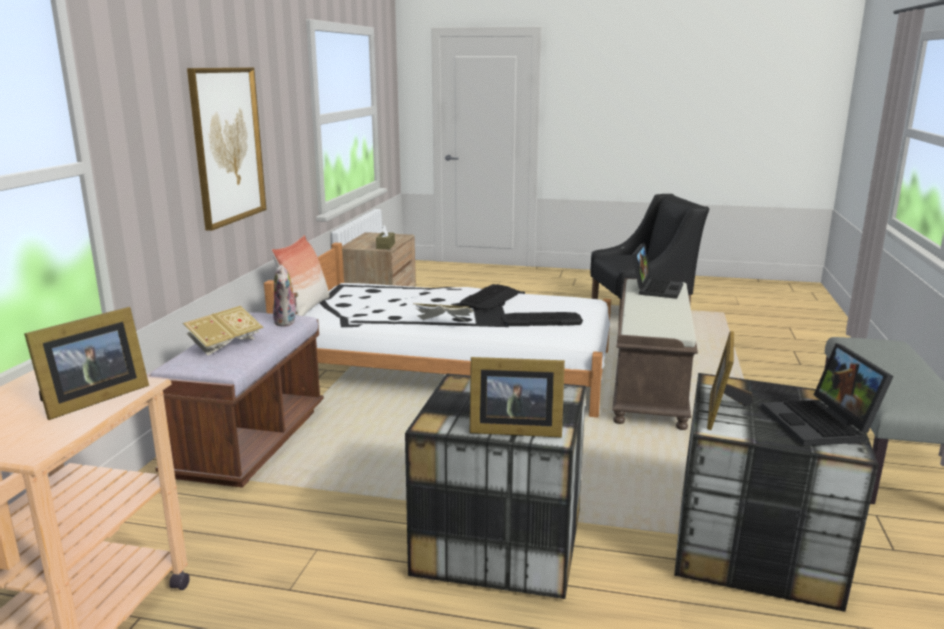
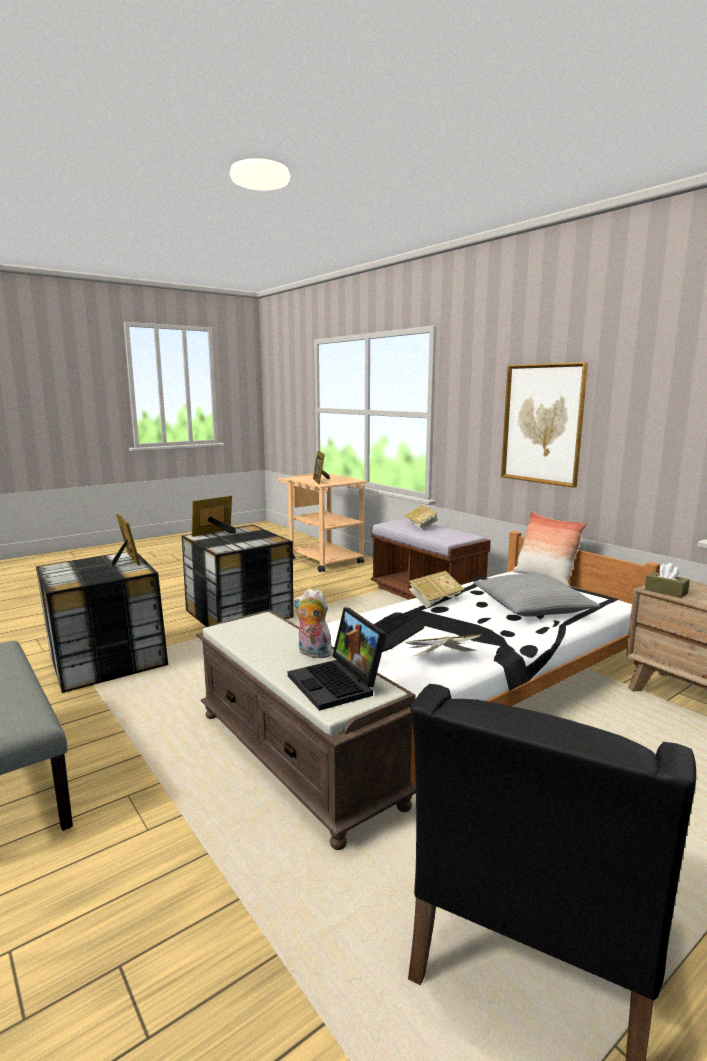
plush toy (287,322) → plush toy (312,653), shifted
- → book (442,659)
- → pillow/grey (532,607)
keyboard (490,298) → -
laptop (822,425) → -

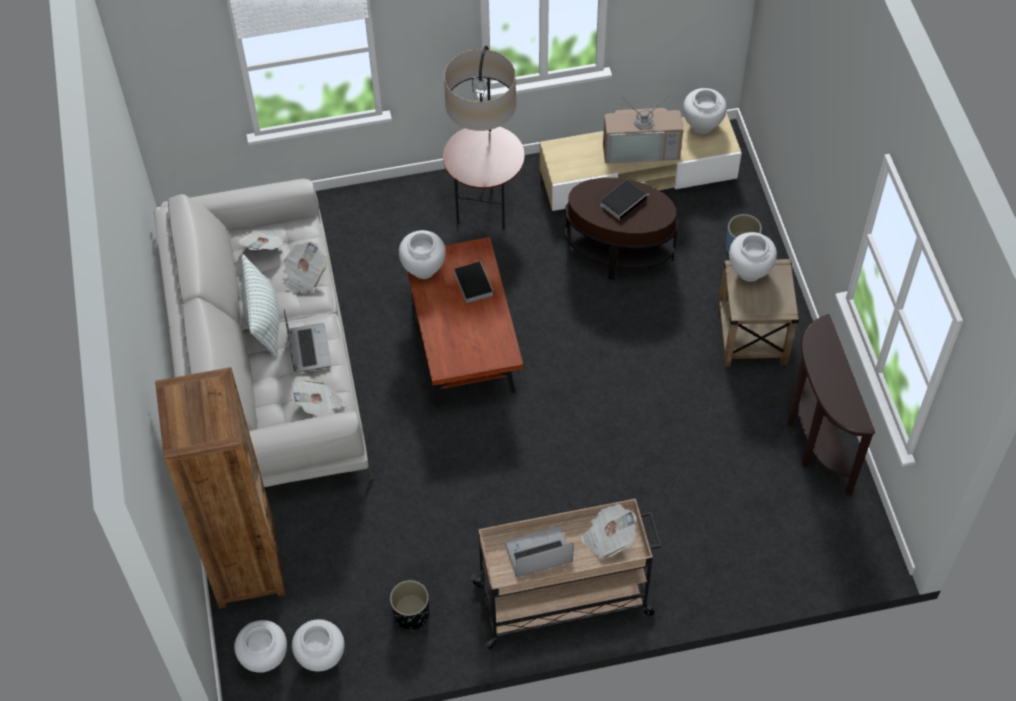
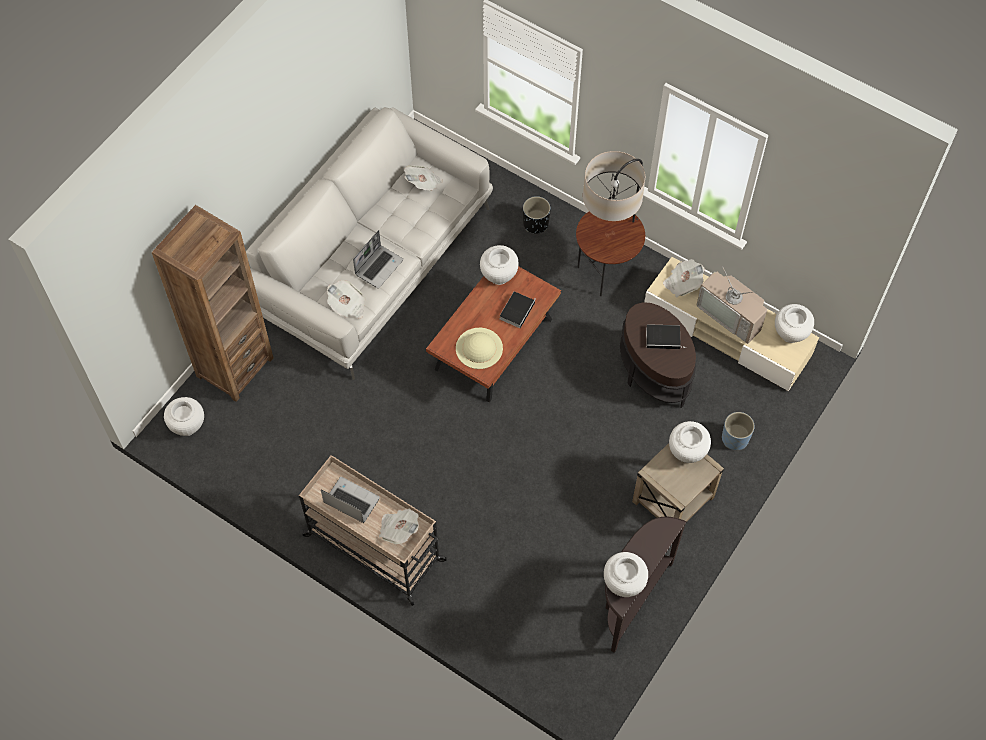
- → hat/beige (479,348)
planter/black (411,614) → planter/black (536,223), shifted
vase/white (321,657) → vase/white (623,584), shifted
newspaper (304,276) → newspaper (682,283), shifted
pillow (263,319) → -

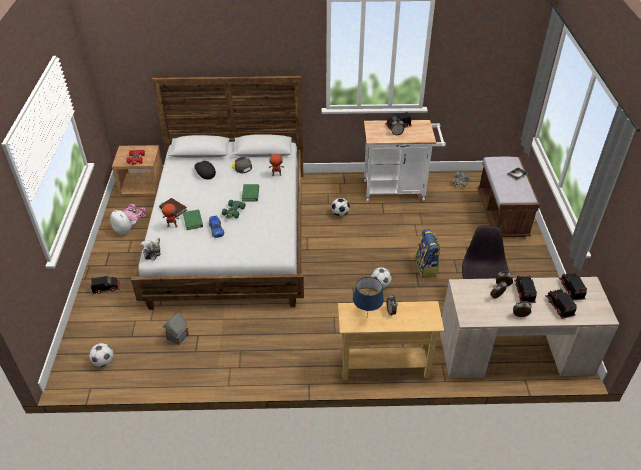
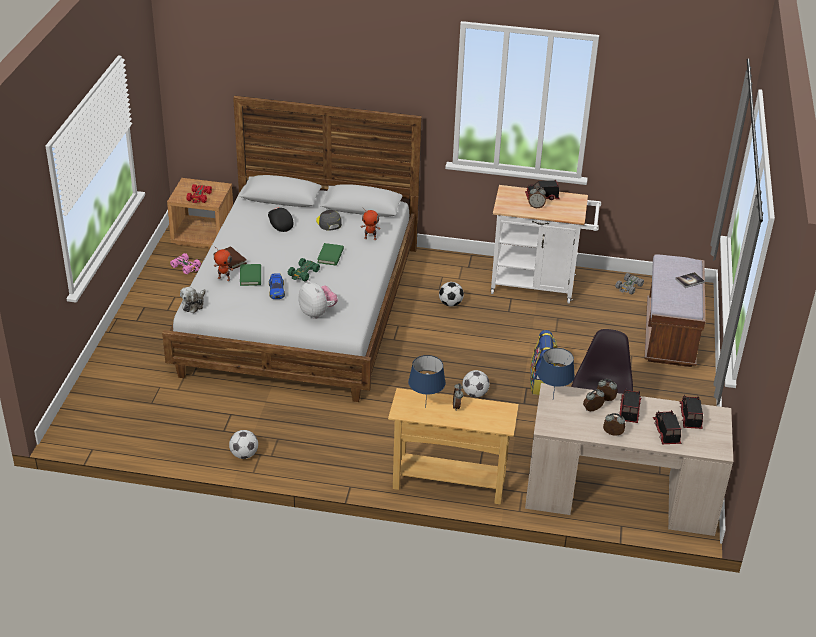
football (103,362) → football (244,454), shifted
plush toy (126,230) → plush toy (317,313), shifted
- → table lamp/blue (553,400)
toy truck (106,288) → -
toy house (177,338) → -

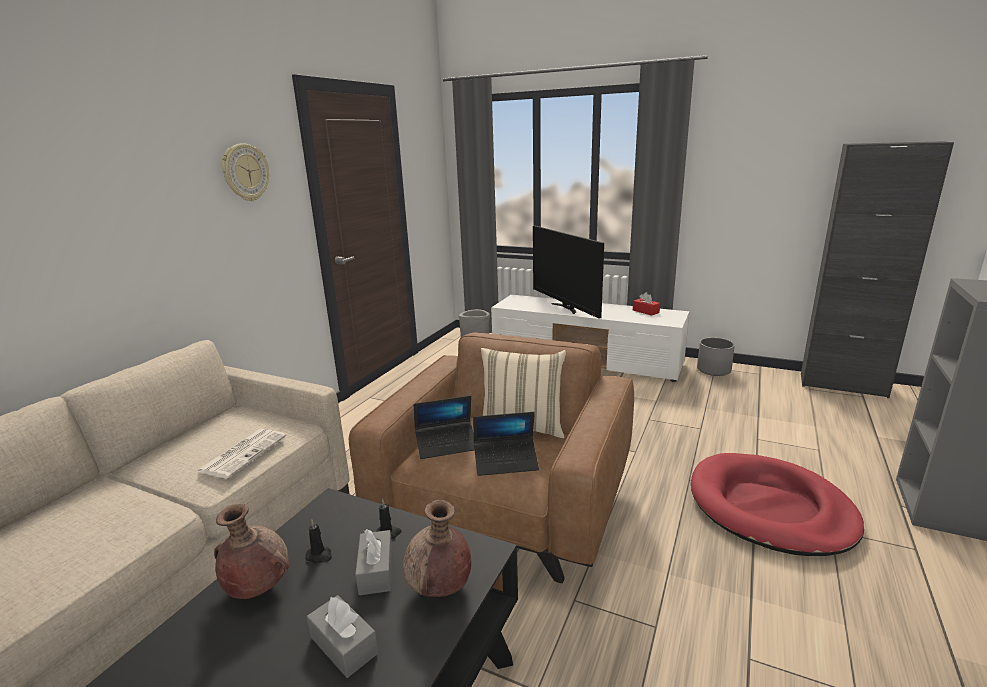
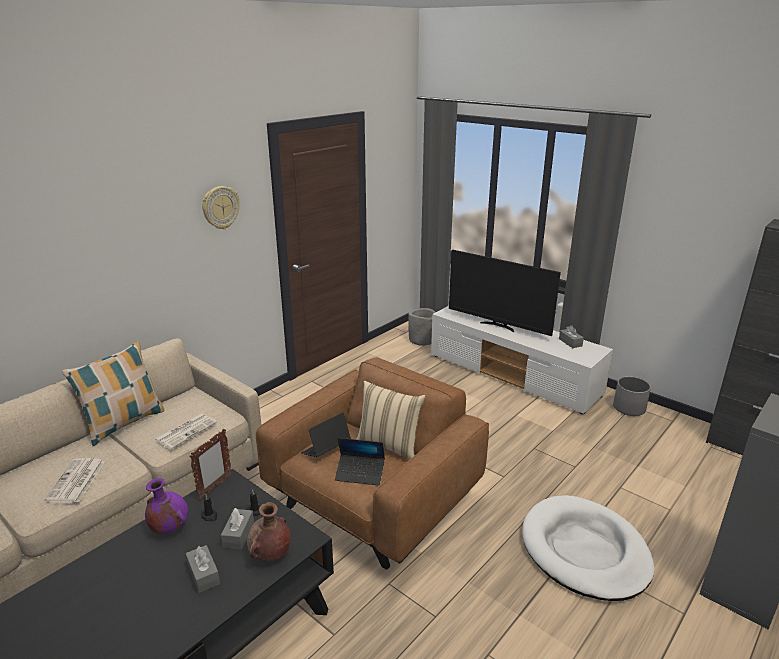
- → newspaper (76,481)
- → pillow (124,423)
vase/brown (257,587) → vase/purple (169,528)
- → picture frame (215,488)
laptop (446,445) → laptop (326,450), 135 degrees clockwise
television (566,308) → television (498,326), 45 degrees counterclockwise
dog bed/red (769,508) → dog bed/white (584,551)
tissue box/red (645,311) → tissue box/grey (570,342)

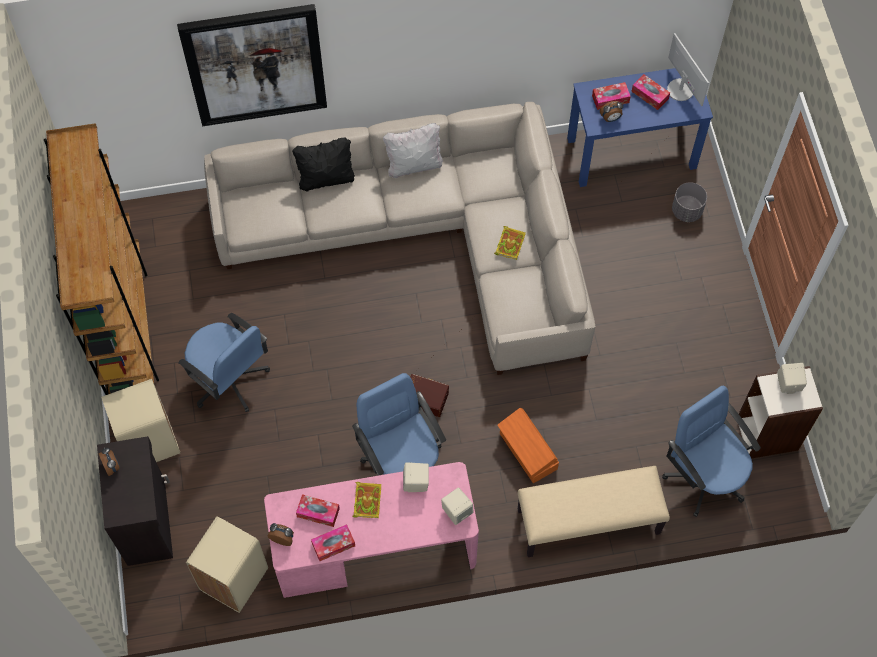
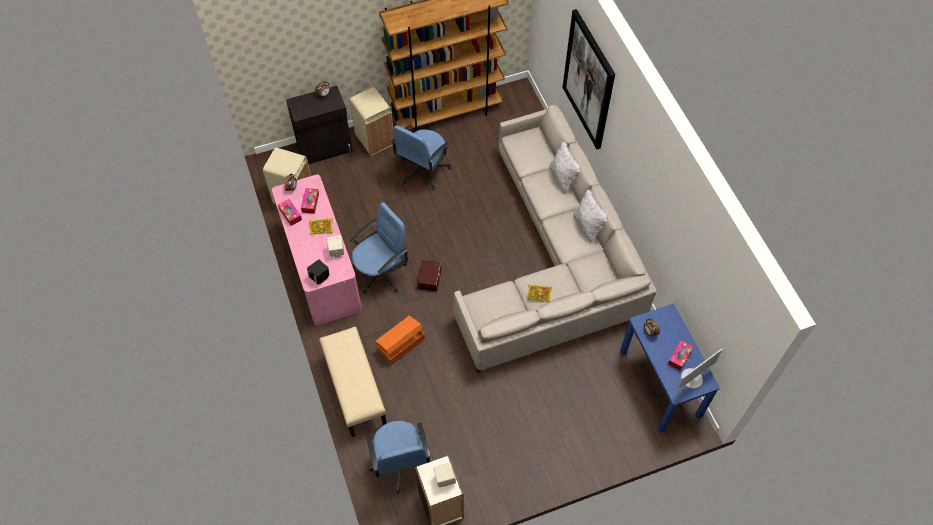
speaker/beige (457,511) → speaker/black (320,277)
office chair/blue (704,476) → office chair/blue (400,463), 120 degrees clockwise
pillow/black (326,179) → pillow/white (562,178)
tissue box (610,99) → -
planter/grey (687,211) → -

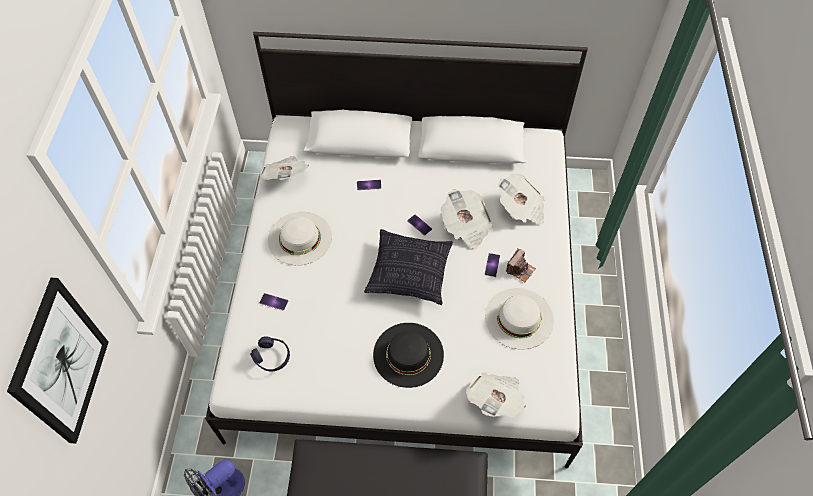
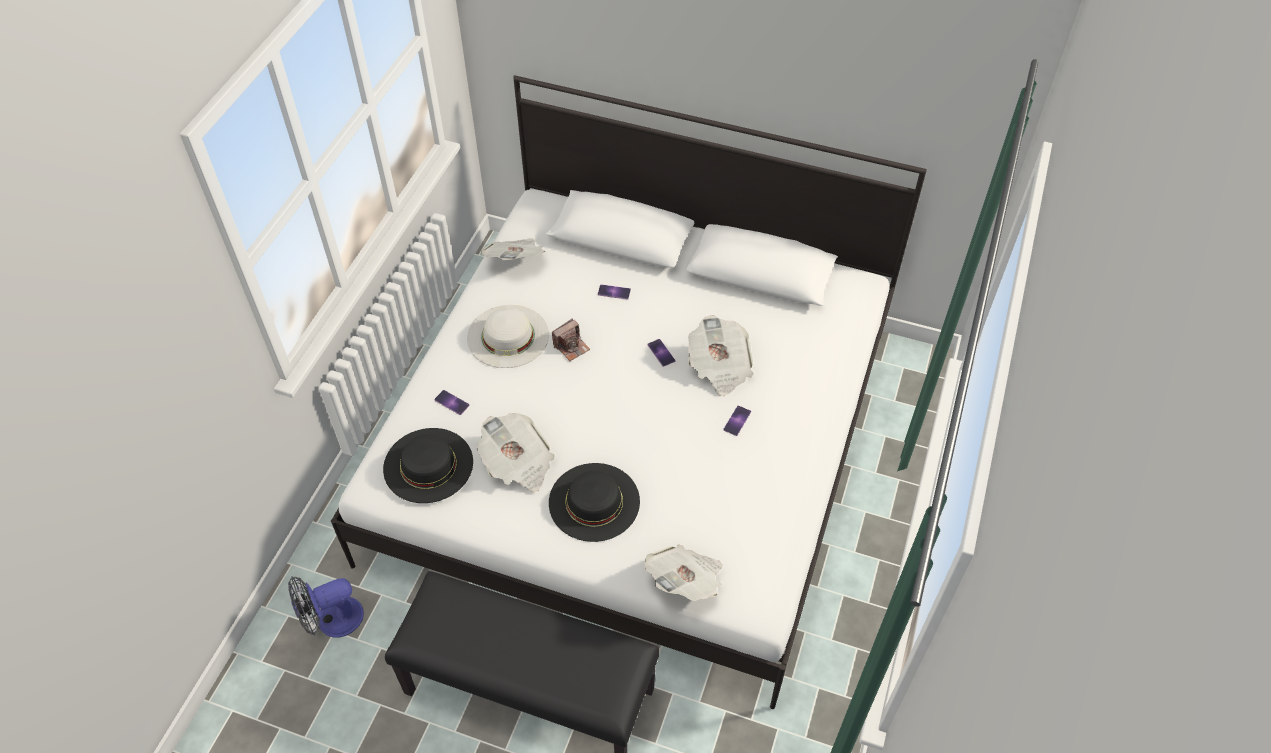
headphones/purple (272,357) → hat/black (428,465)
newspaper (521,208) → newspaper (518,464), shifted
photo camera (520,269) → photo camera (571,347), shifted
picture (60,363) → -
pillow (410,273) → -
hat/white (519,318) → -

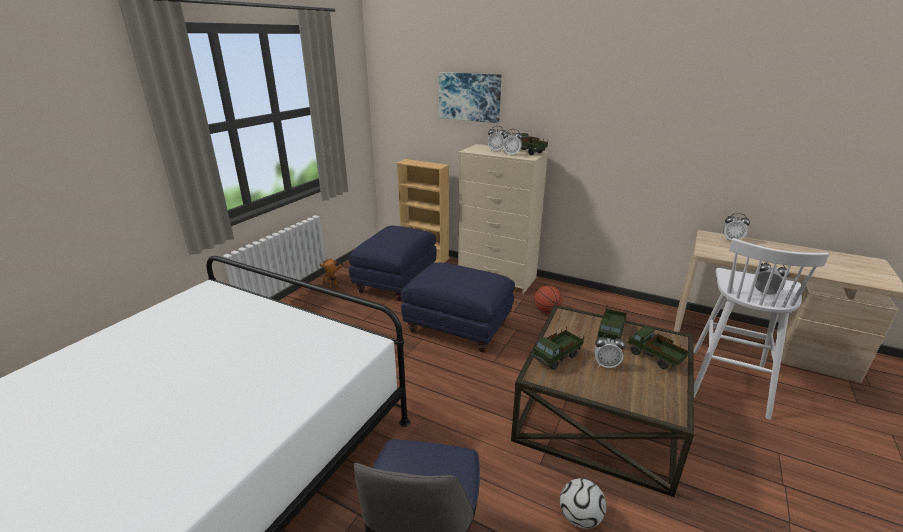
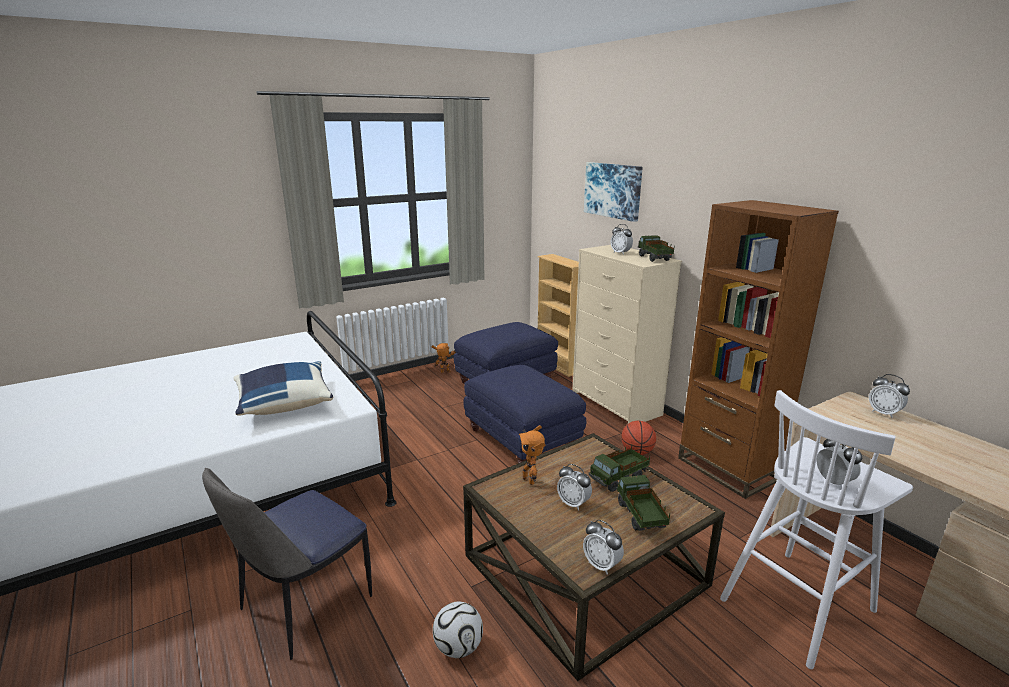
- → pillow/blue (284,404)
toy truck (557,357) → toy robot (530,480)
alarm clock (511,155) → alarm clock (601,565), shifted
- → bookcase/brown (728,469)

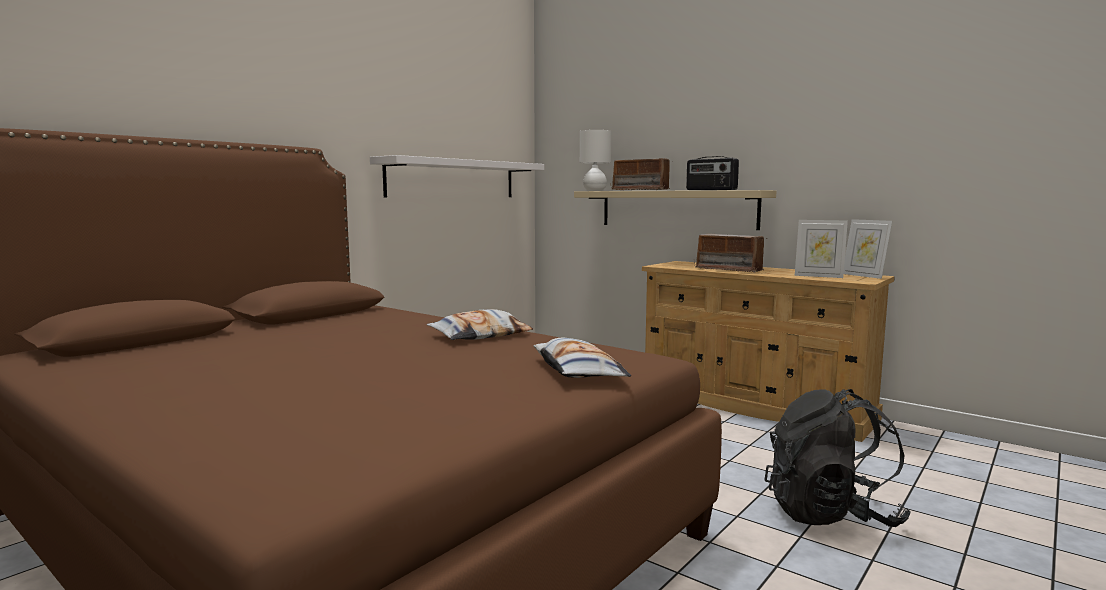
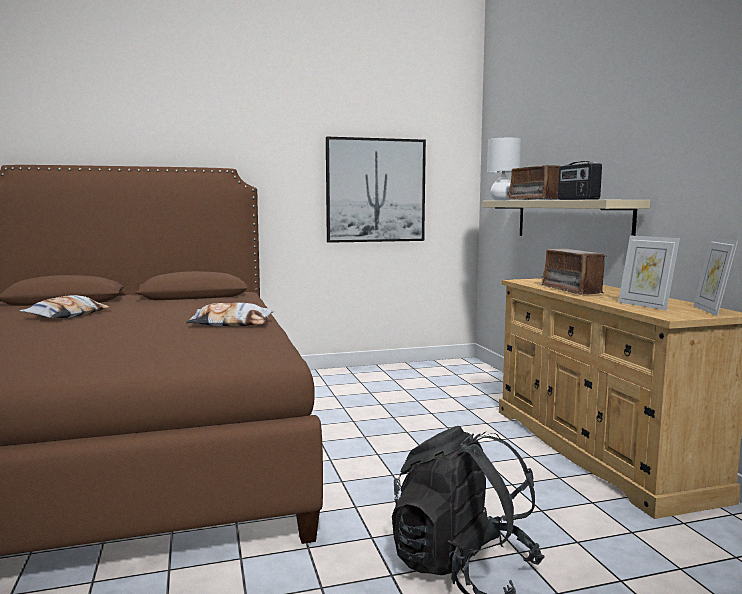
pillow (577,370) → pillow (67,315), shifted
shelf/white (453,179) → picture (375,190)

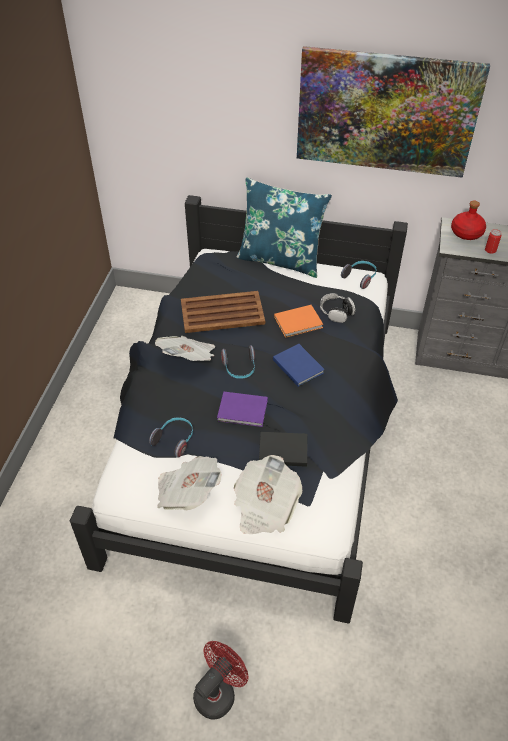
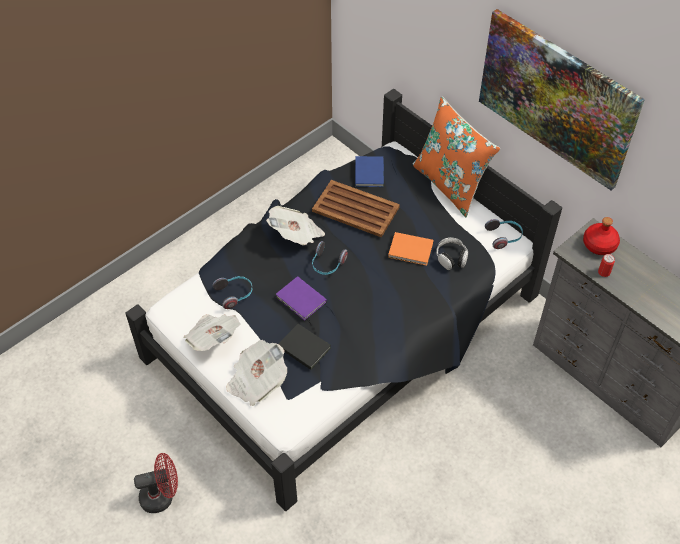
book/blue (298,365) → book/blue (370,172), shifted
pillow/blue (280,259) → pillow/orange (450,184)

